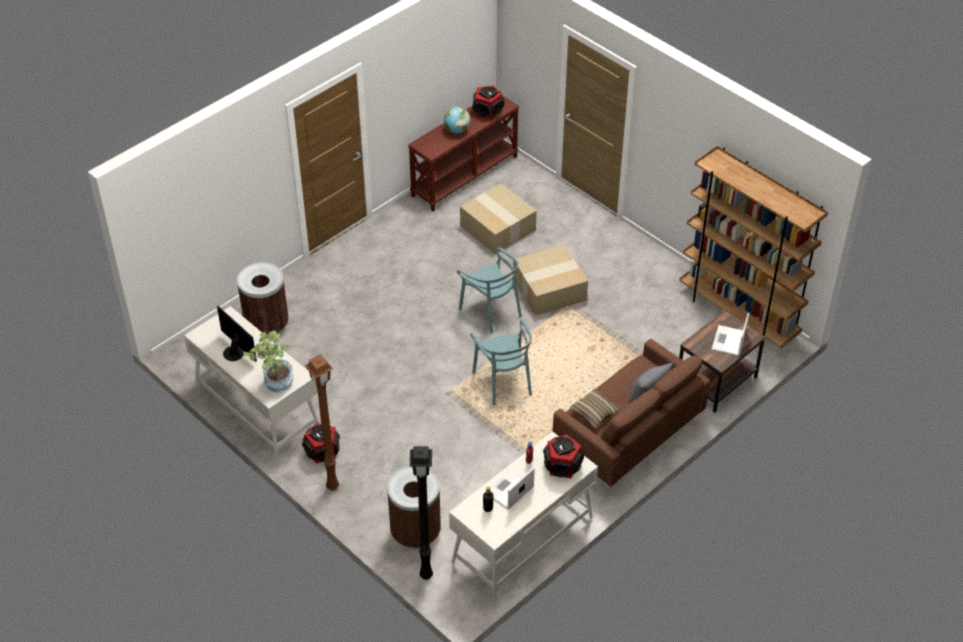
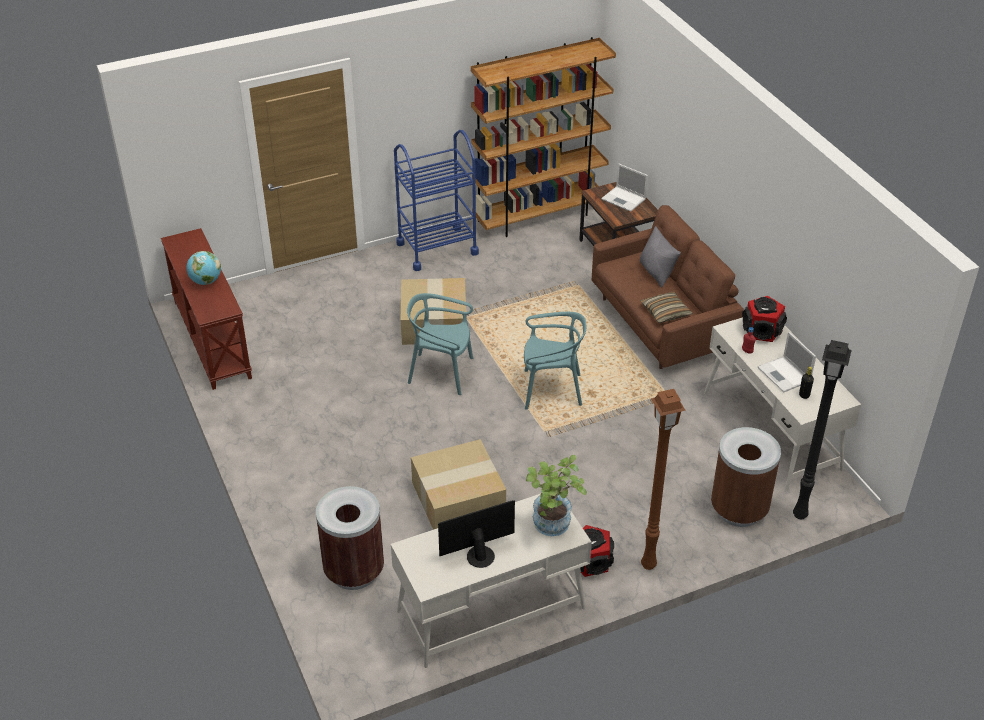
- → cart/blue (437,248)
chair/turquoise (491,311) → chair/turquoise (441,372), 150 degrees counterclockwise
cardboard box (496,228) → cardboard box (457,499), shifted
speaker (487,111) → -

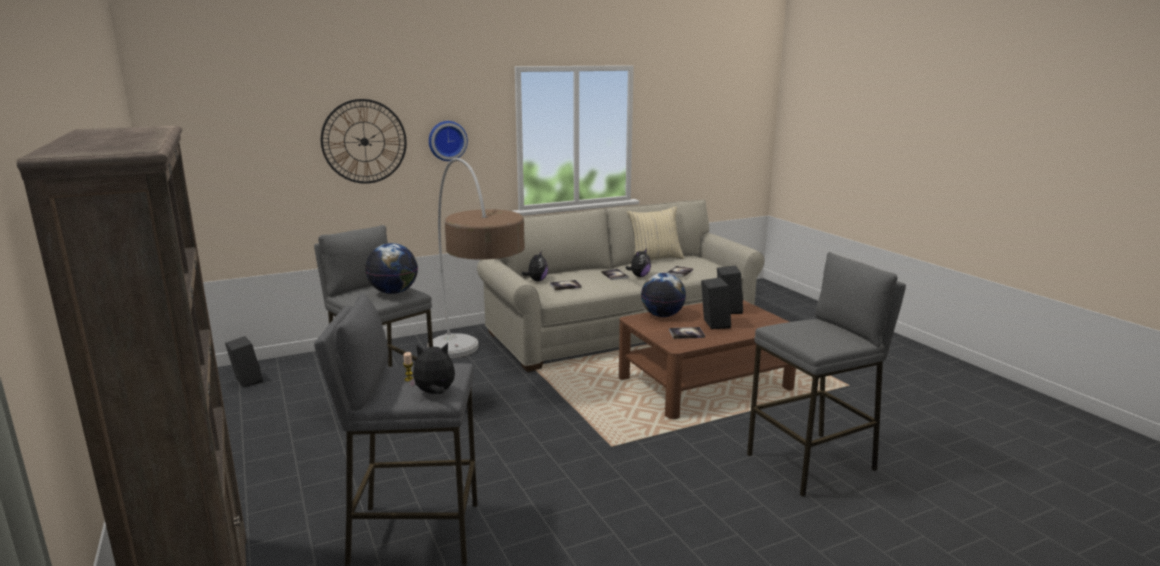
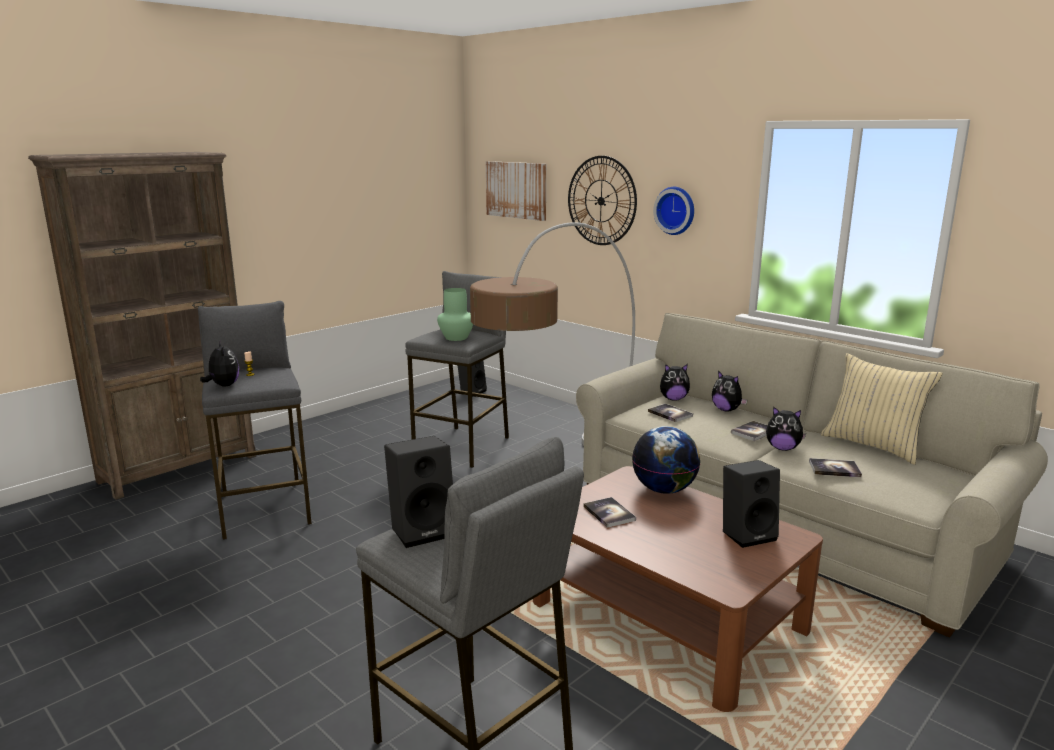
speaker/black (713,324) → speaker/black (423,530), shifted
globe (394,292) → vase/green (457,338)
- → picture (516,190)
- → plush toy (726,410)

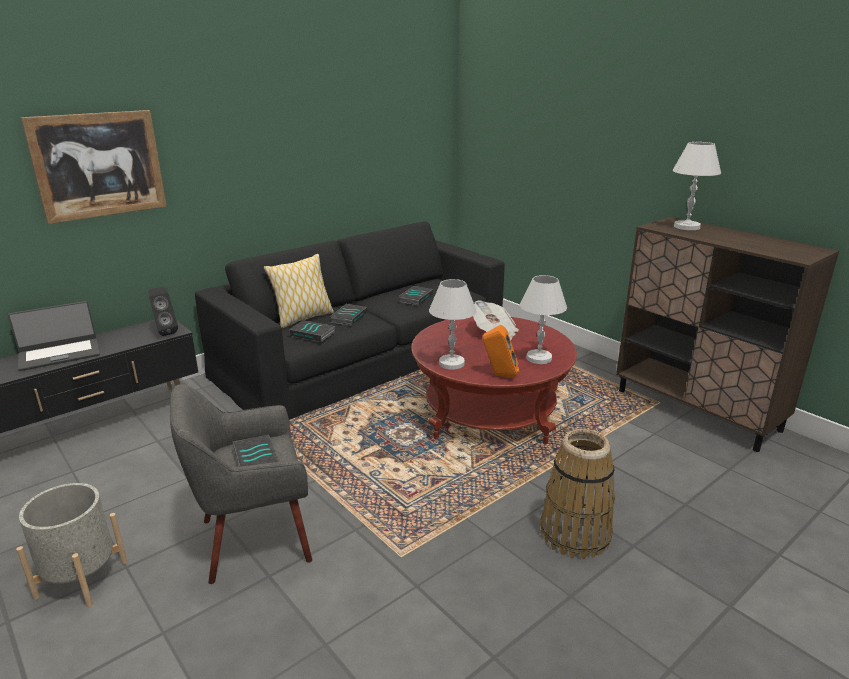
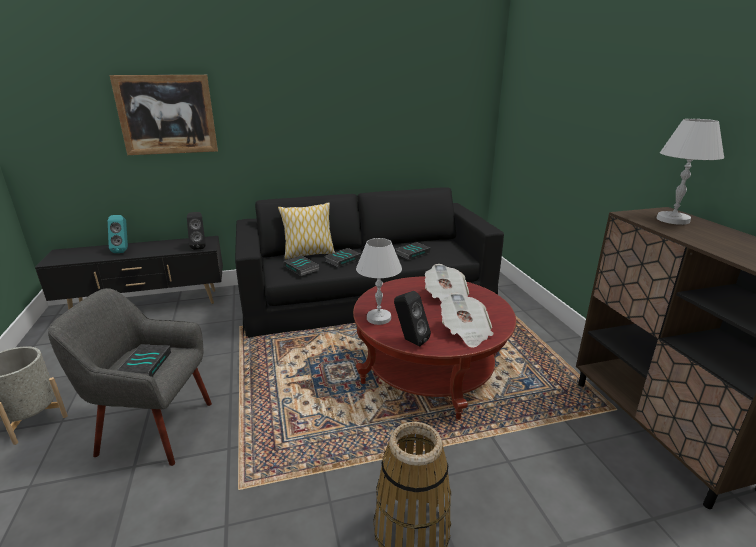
laptop (59,354) → speaker/turquoise (123,250)
speaker/orange (499,375) → speaker/black (410,340)
table lamp/white (539,358) → newspaper (465,332)

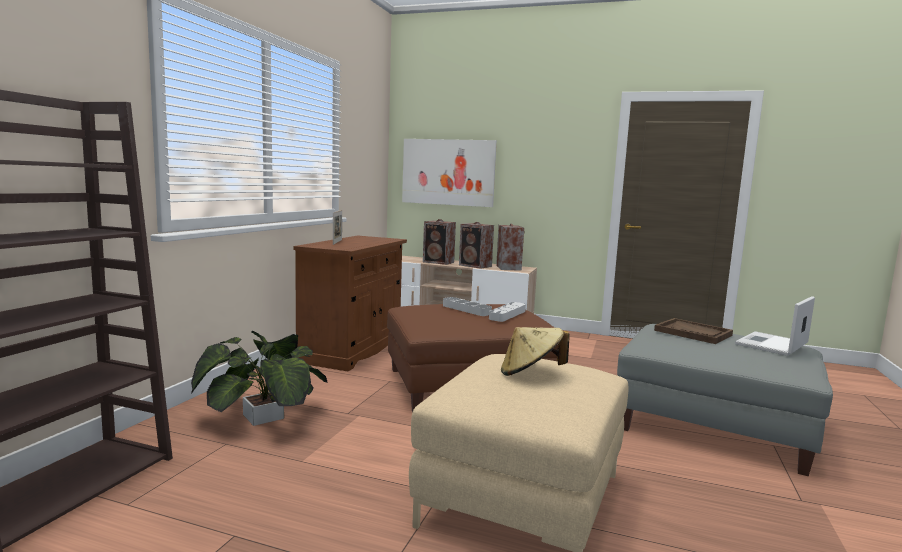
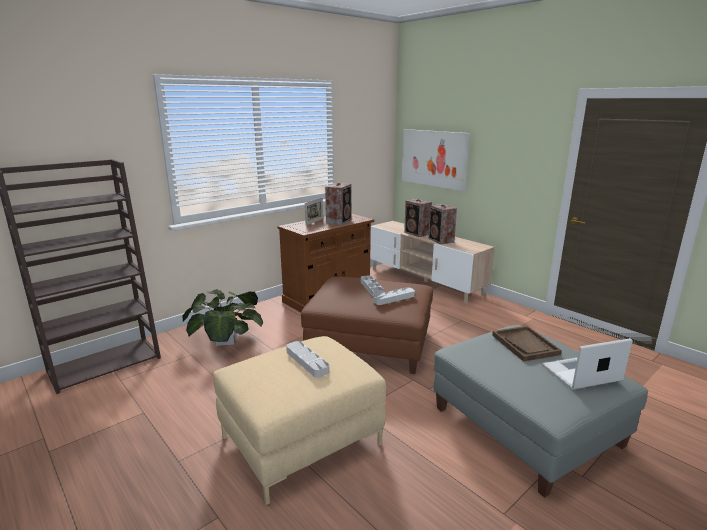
hat/beige (530,373) → tray/grey (307,361)
speaker (508,267) → speaker (339,221), shifted

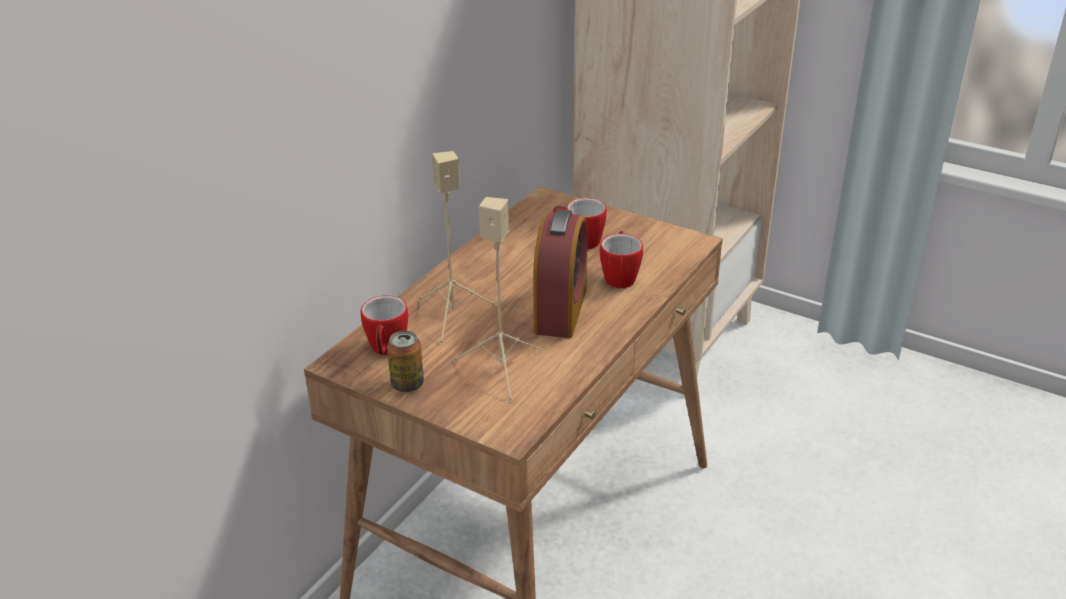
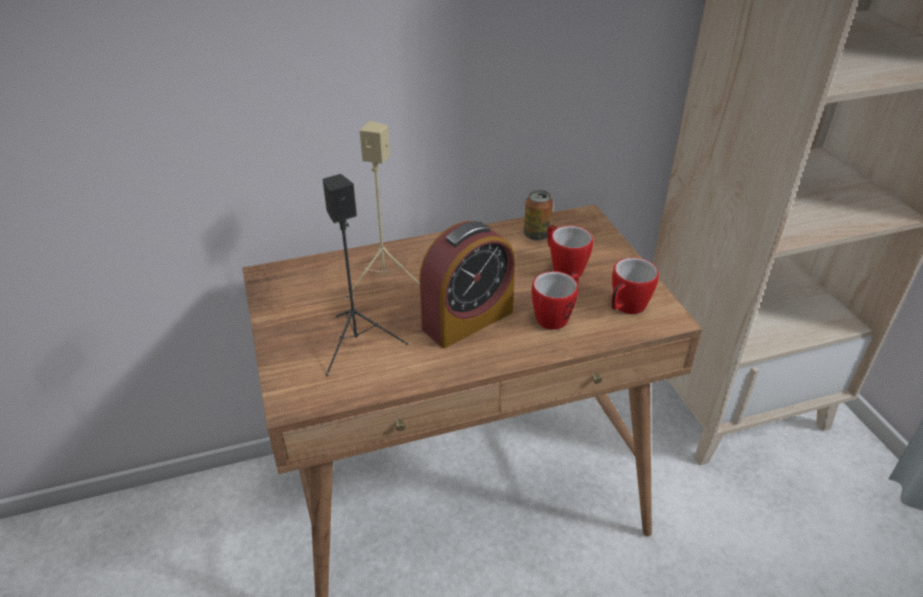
speaker/beige (502,369) → speaker/black (358,344)
can (407,384) → can (536,235), shifted
mug (386,350) → mug (625,308), shifted

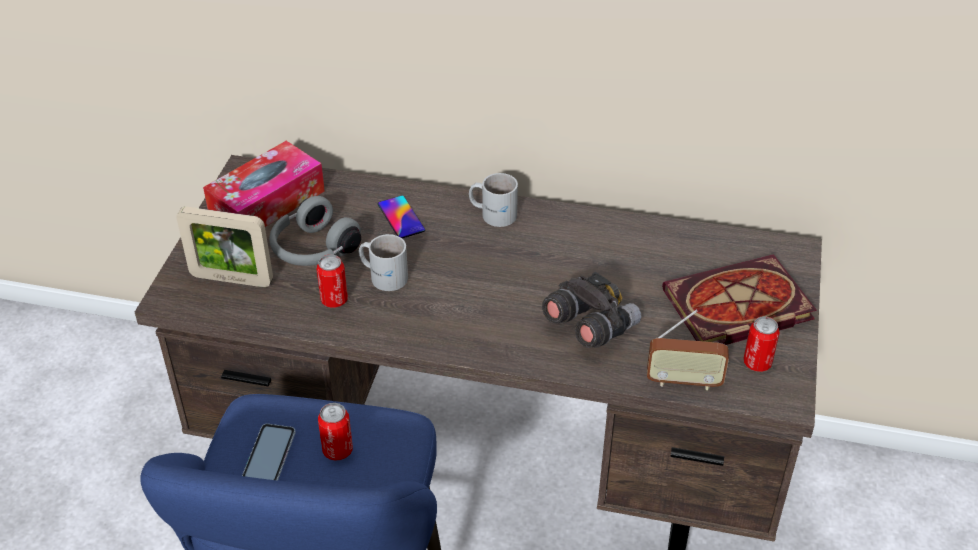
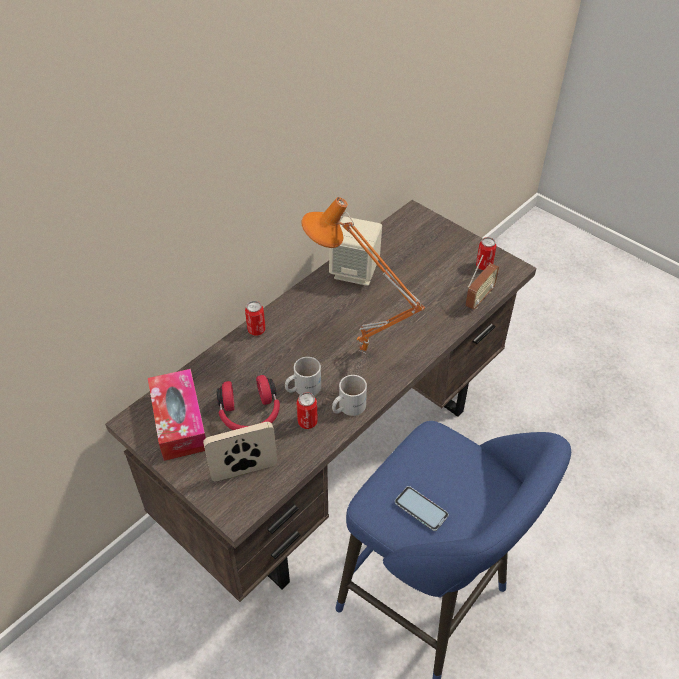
picture frame (231,279) → picture frame (244,470), 150 degrees counterclockwise
headphones/grey (313,250) → headphones/red (250,415)
can (337,450) → can (256,330), shifted
- → table lamp/orange (360,354)
- → speaker/beige (355,271)
mug/white (493,212) → mug/white (347,407), shifted
phone (401,217) → -
binoculars/grey (589,327) → -
book (735,308) → -

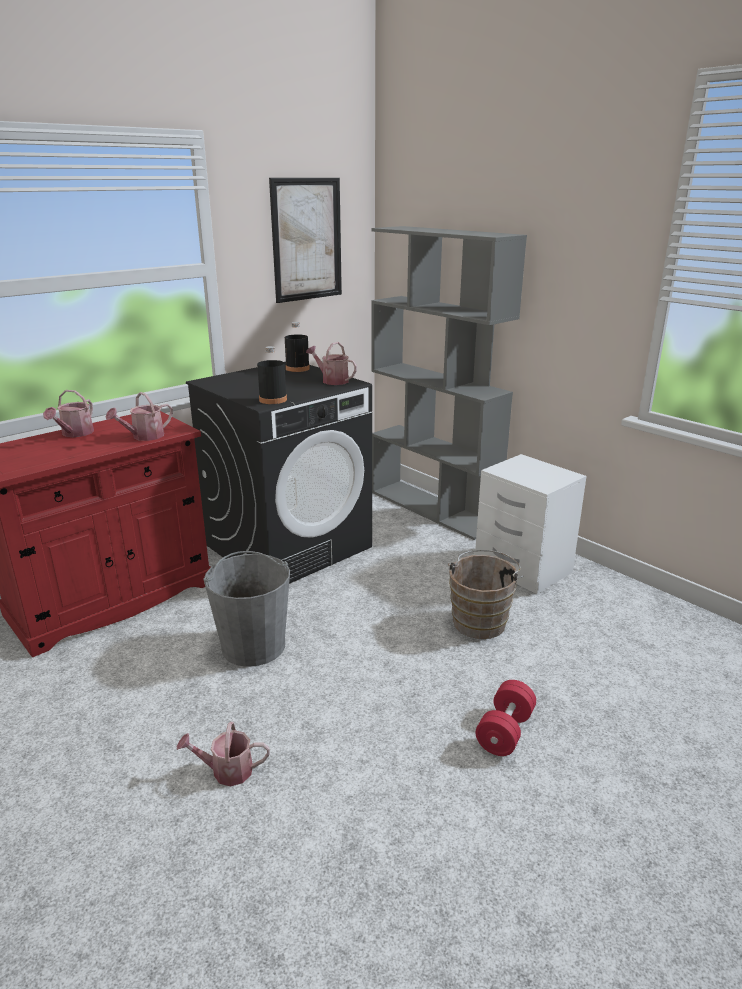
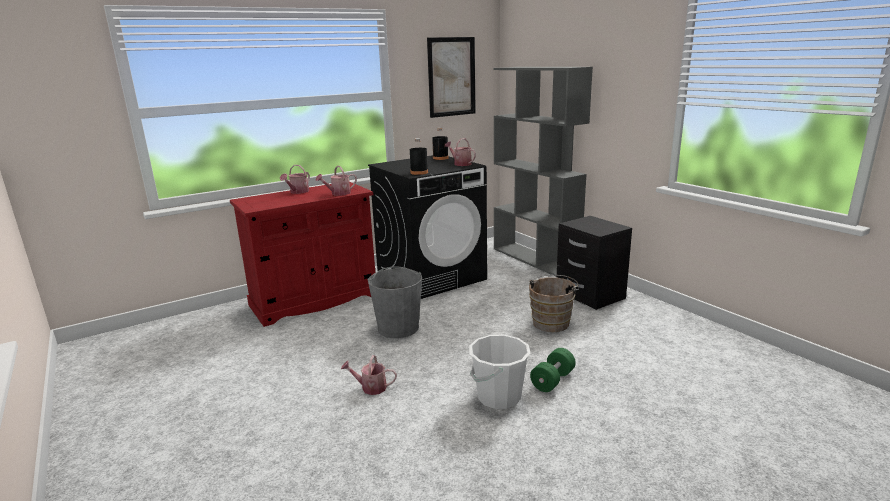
- → bucket/white (499,397)
dumbbell/red (505,731) → dumbbell/green (552,380)
nightstand/white (523,568) → nightstand/black (590,295)

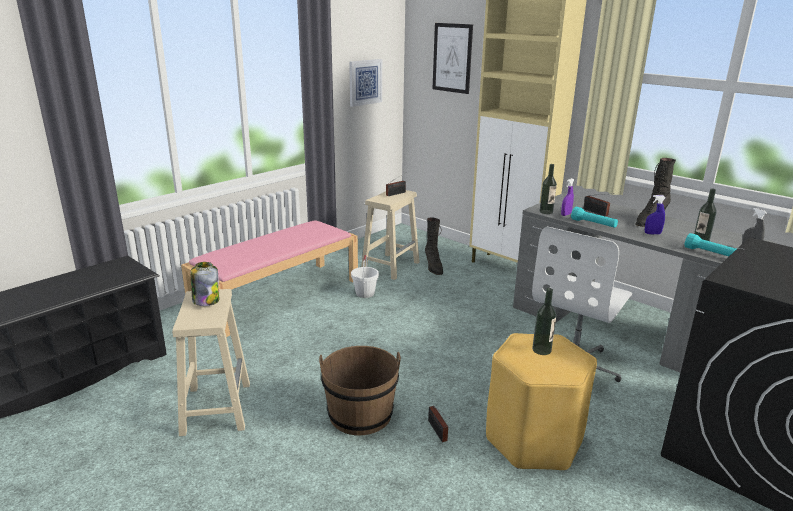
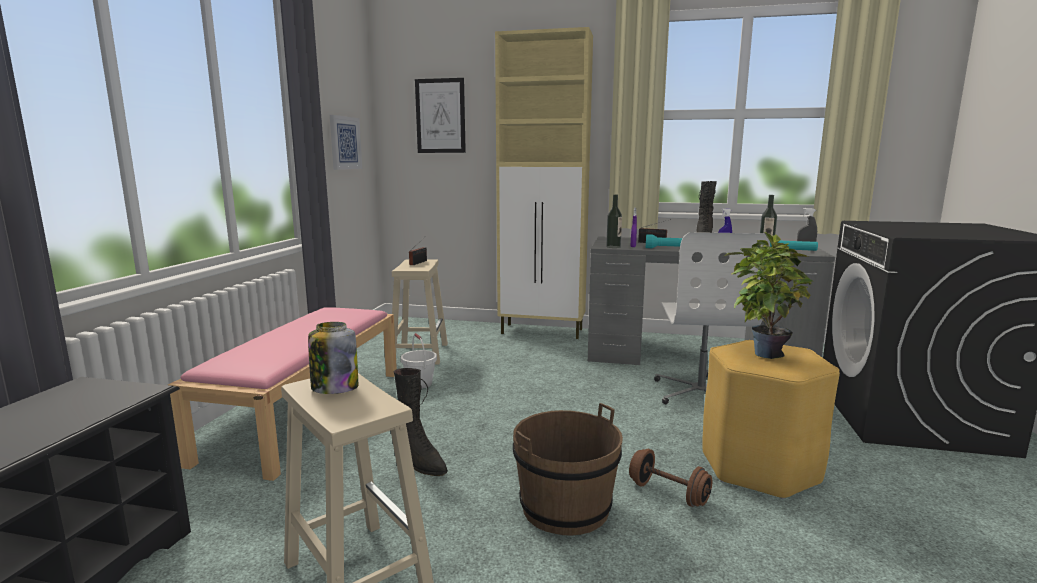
boot/black (433,267) → boot/black (420,461), shifted
radio (438,432) → dumbbell/brown (668,493)
bottle (541,350) → potted plant (761,352)

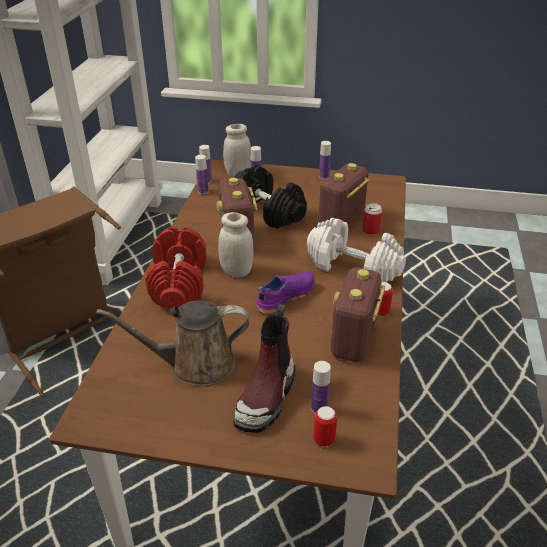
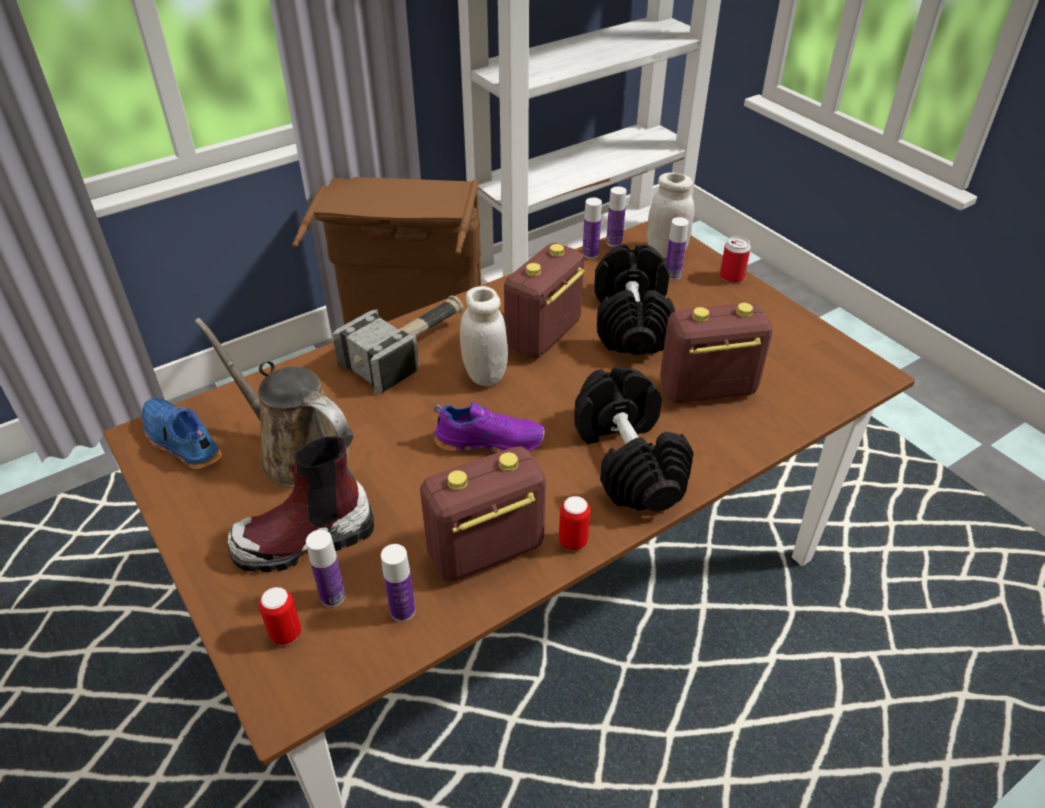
- → shoe/blue (180,443)
dumbbell/red (178,282) → hammer (410,349)
bottle (324,177) → bottle (402,610), shifted
dumbbell/white (354,267) → dumbbell/black (629,460)
can (370,231) → can (731,277), shifted

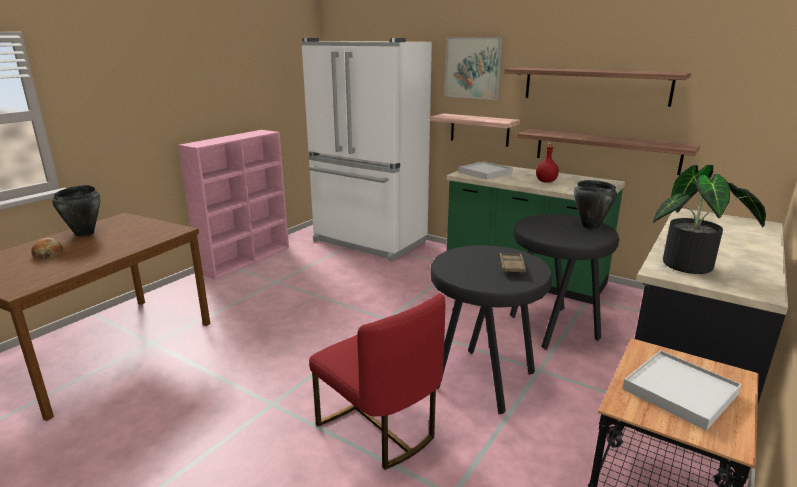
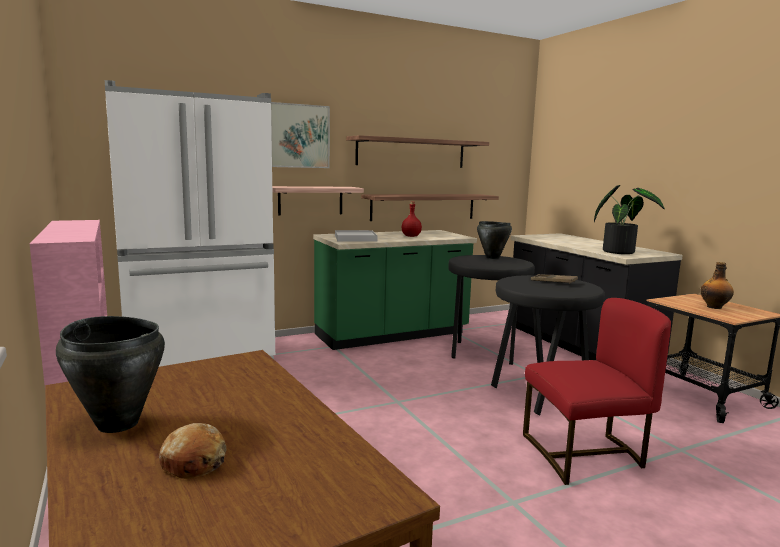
tray/white (680,392) → bottle (714,307)

